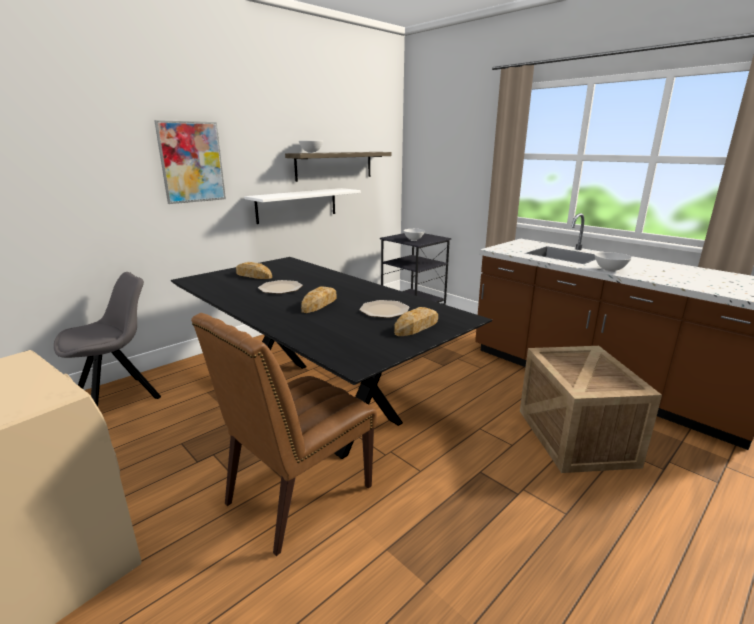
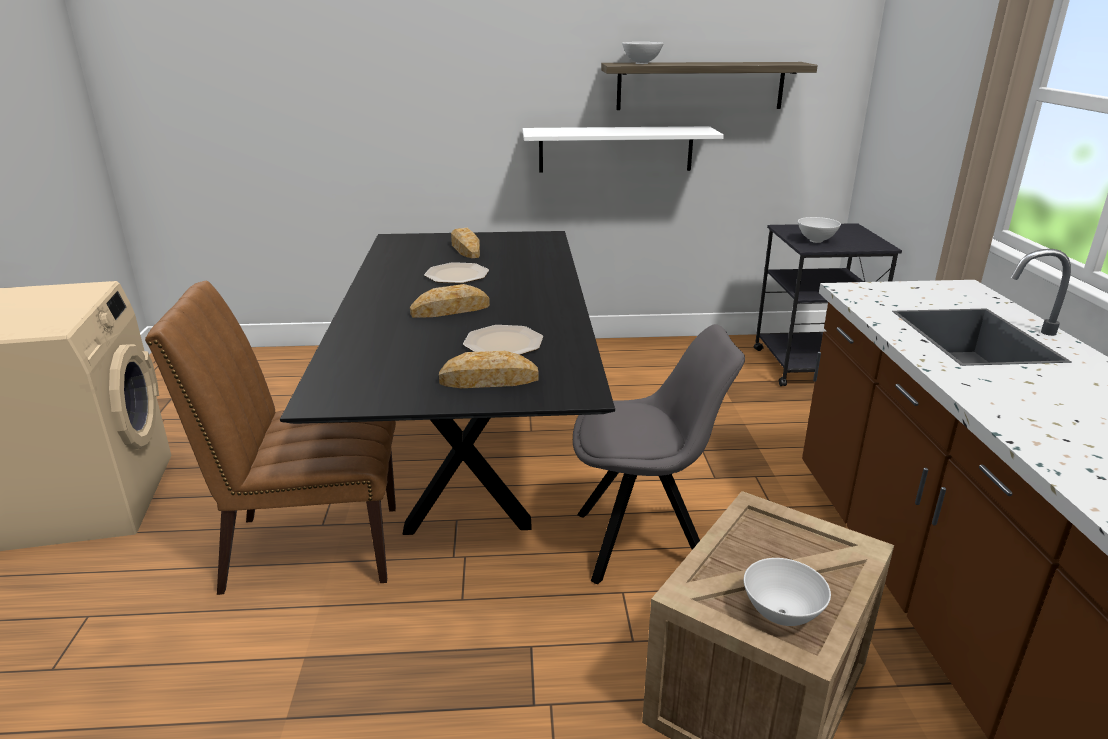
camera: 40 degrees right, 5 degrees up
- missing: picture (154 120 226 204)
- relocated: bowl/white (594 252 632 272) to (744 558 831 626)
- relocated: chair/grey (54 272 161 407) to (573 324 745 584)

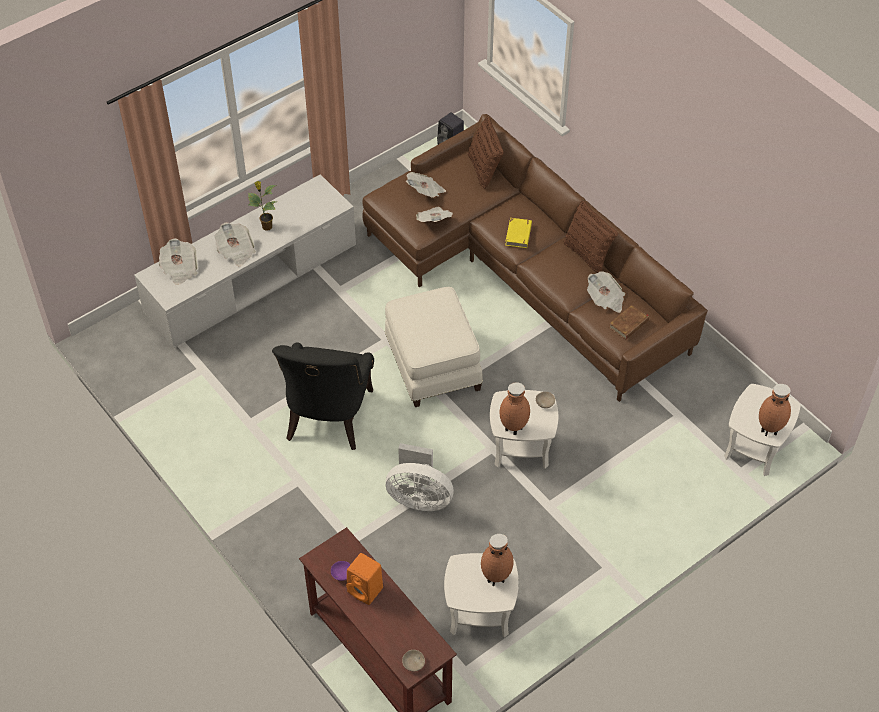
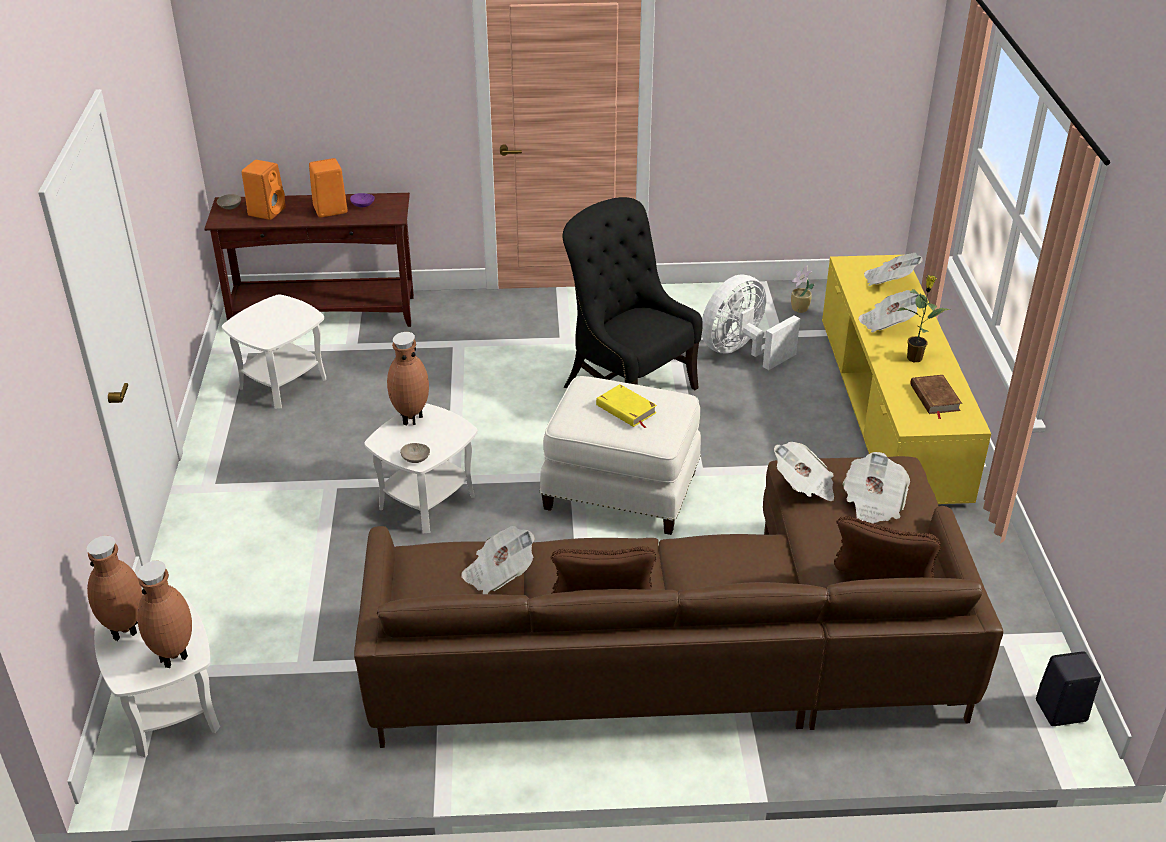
camera: 125 degrees right, 15 degrees down
- colour: tv stand/white (134 174 356 348) to tv stand/yellow (822 255 991 504)
- relocated: book/yellow (505 218 532 248) to (596 384 657 428)
- relocated: book/brown (609 305 649 340) to (910 375 962 419)
- relocated: fan/white (386 443 454 511) to (702 274 800 370)
- relocated: vase/brown (481 534 514 586) to (137 561 192 668)
- appeared: speaker/orange (241 160 286 220)
- appeared: potted plant (791 265 814 313)

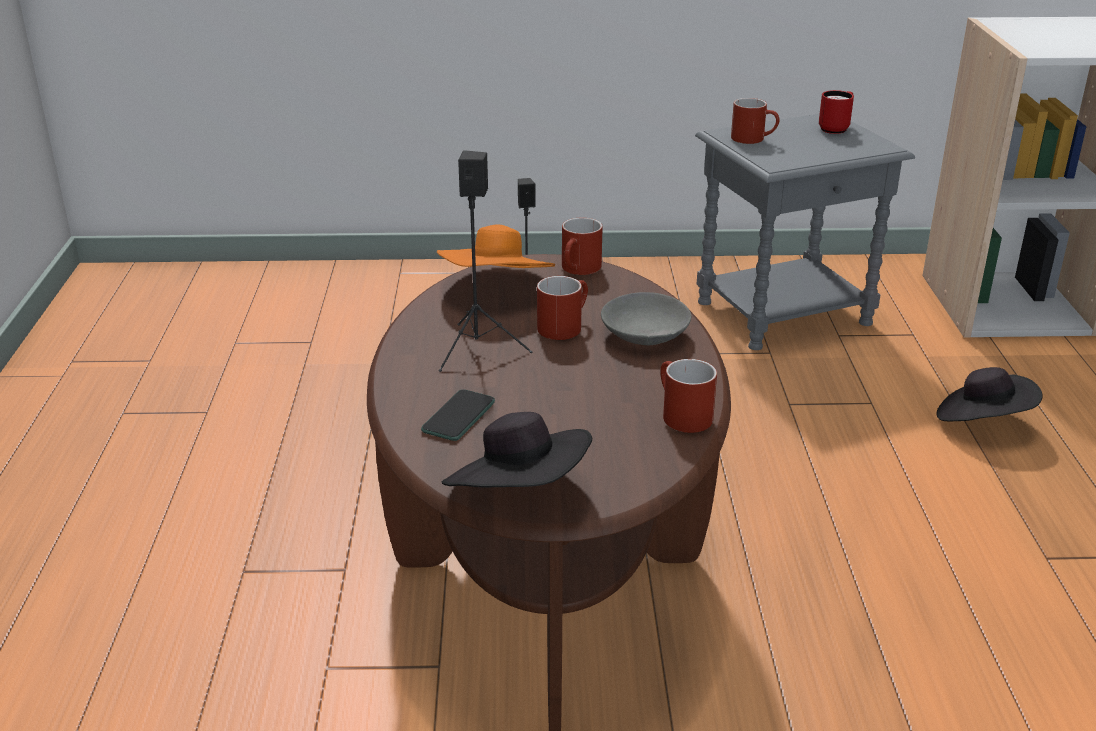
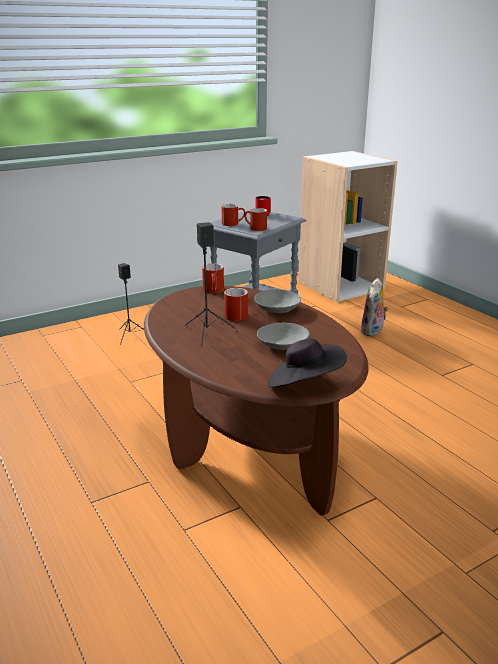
camera: 30 degrees left, 5 degrees down
- missing: hat/orange (437 224 555 268)
- relocated: mug/red (660 359 717 433) to (244 208 267 231)
- exchanged: hat/black (936 367 1043 421) to plush toy (361 278 388 337)
- missing: phone (421 389 495 441)
- appeared: bowl/grey (257 323 310 350)

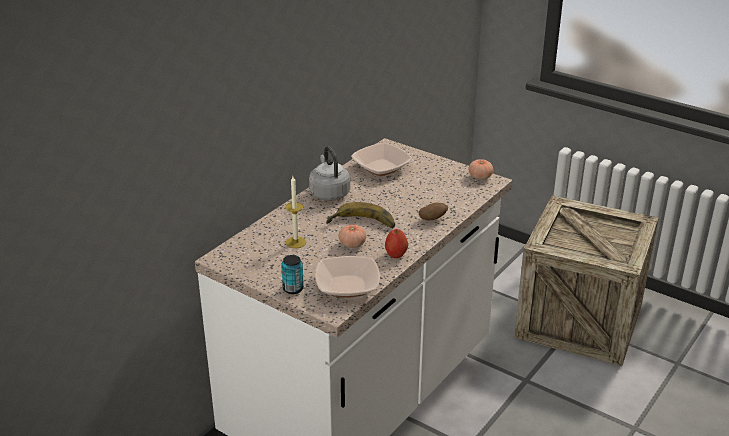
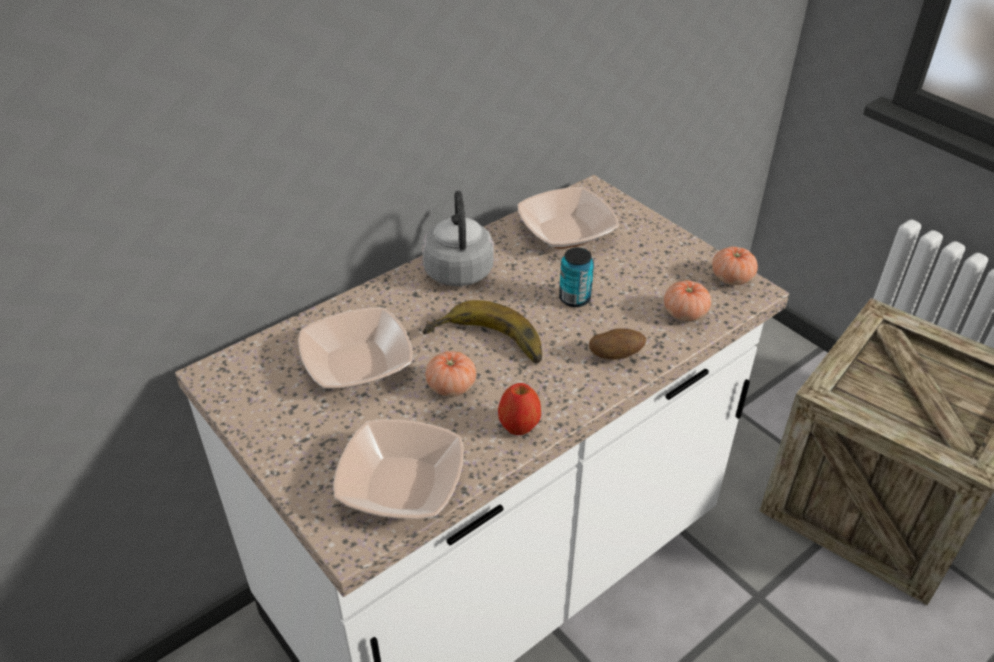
camera: 15 degrees right, 10 degrees up
- exchanged: candle (286 176 306 248) to bowl (298 307 413 388)
- relocated: can (281 255 304 294) to (559 247 594 307)
- appeared: tomato (664 280 711 321)

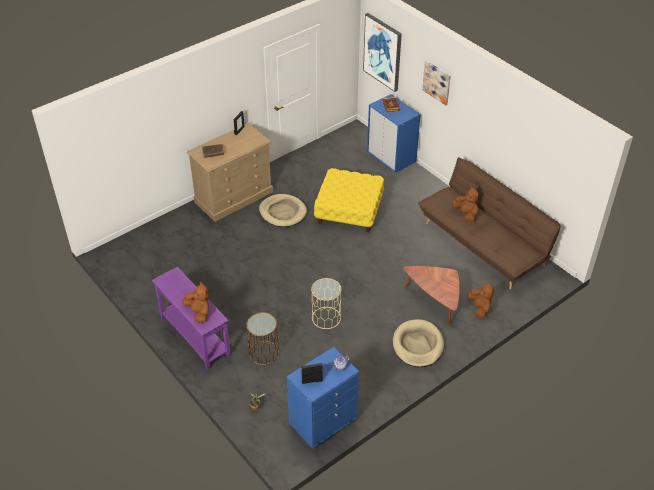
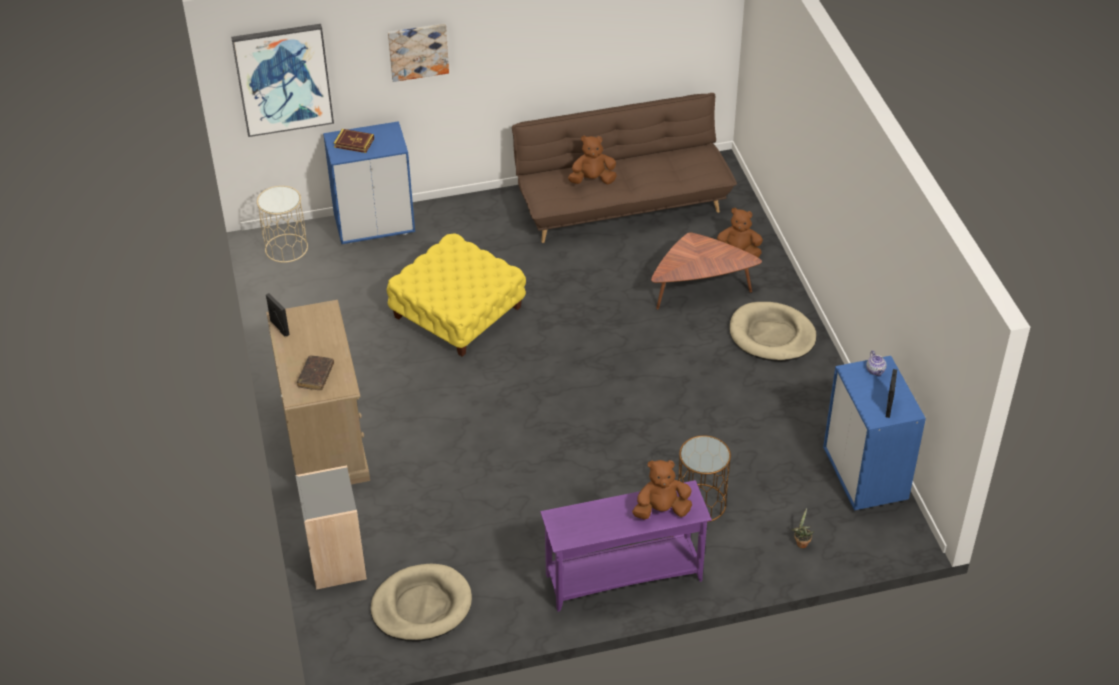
camera: 65 degrees left, 0 degrees up
- relocated: dog bed/beige (259 194 307 227) to (371 564 472 642)
- relocated: side table/beige (311 278 341 329) to (257 186 308 263)
- appeared: bookcase/grey (295 465 367 590)

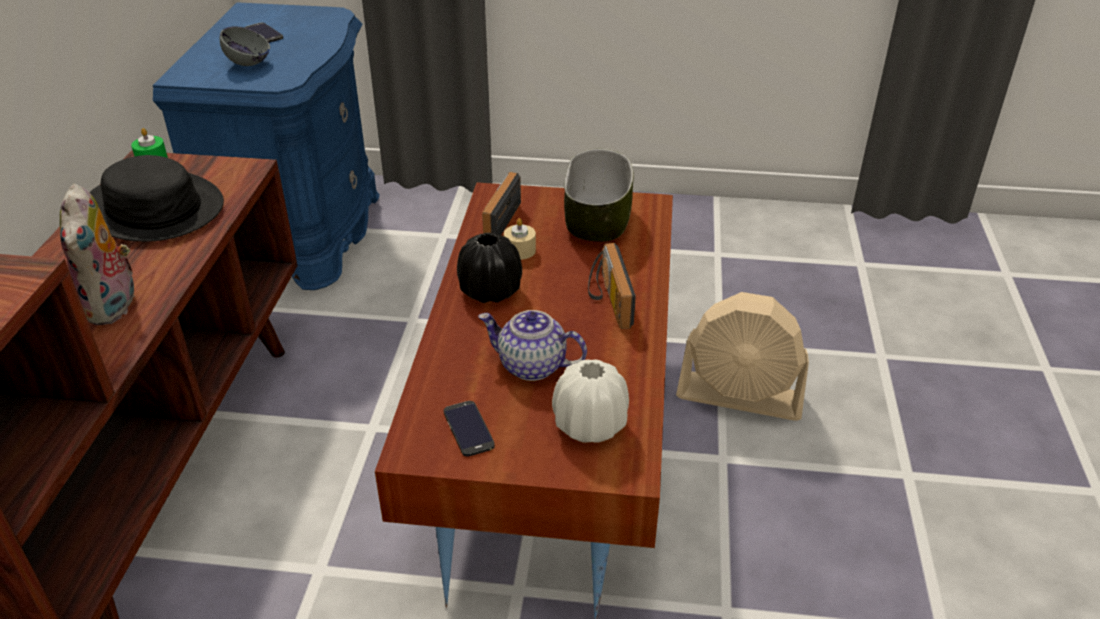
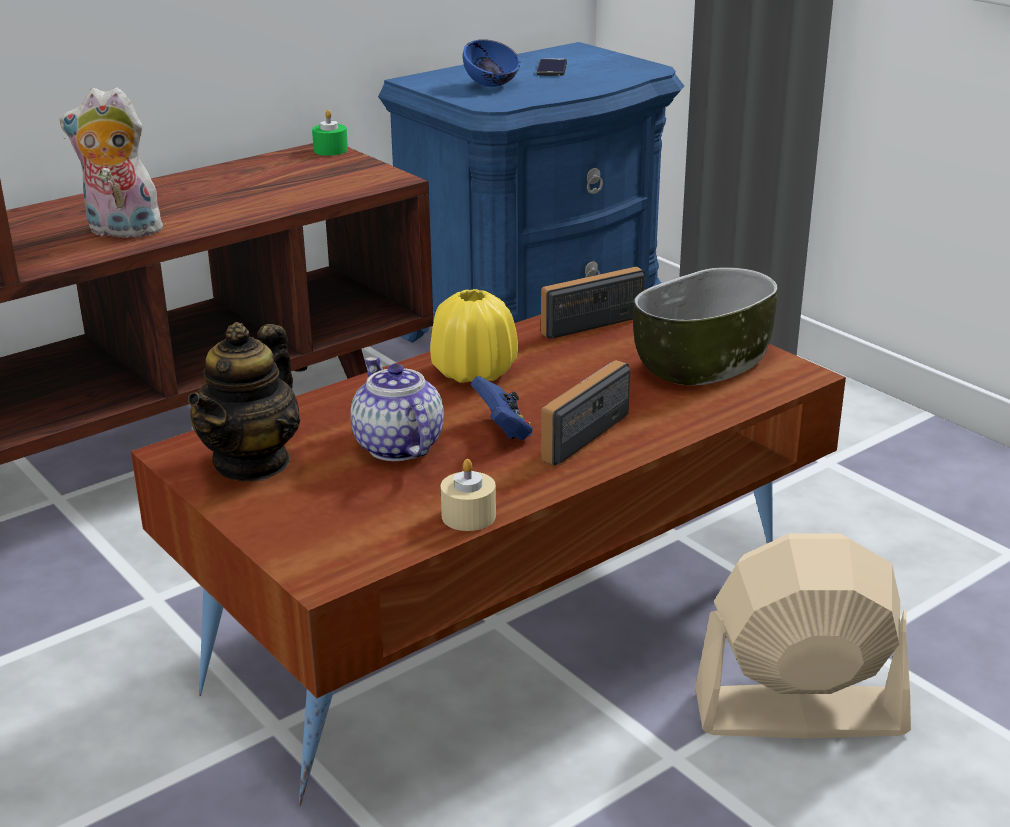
camera: 45 degrees right, 10 degrees down
- colour: bowl/grey (220 26 270 66) to bowl/blue (463 39 521 87)
- missing: hat/black (89 155 224 242)
- spun: plush toy (60 183 140 325) = (60 87 166 238) 60 degrees clockwise
- relocated: candle/beige (504 218 536 260) to (441 459 496 531)
- colour: vase/black (457 233 522 303) to vase/yellow (430 289 518 383)
- spun: fan/beige (676 292 809 421) = (695 534 911 739) 120 degrees clockwise
- missing: vase/white (552 360 629 443)
- exchanged: phone (444 401 495 456) to teapot (188 322 300 482)
- appeared: game controller/blue (471 376 533 440)

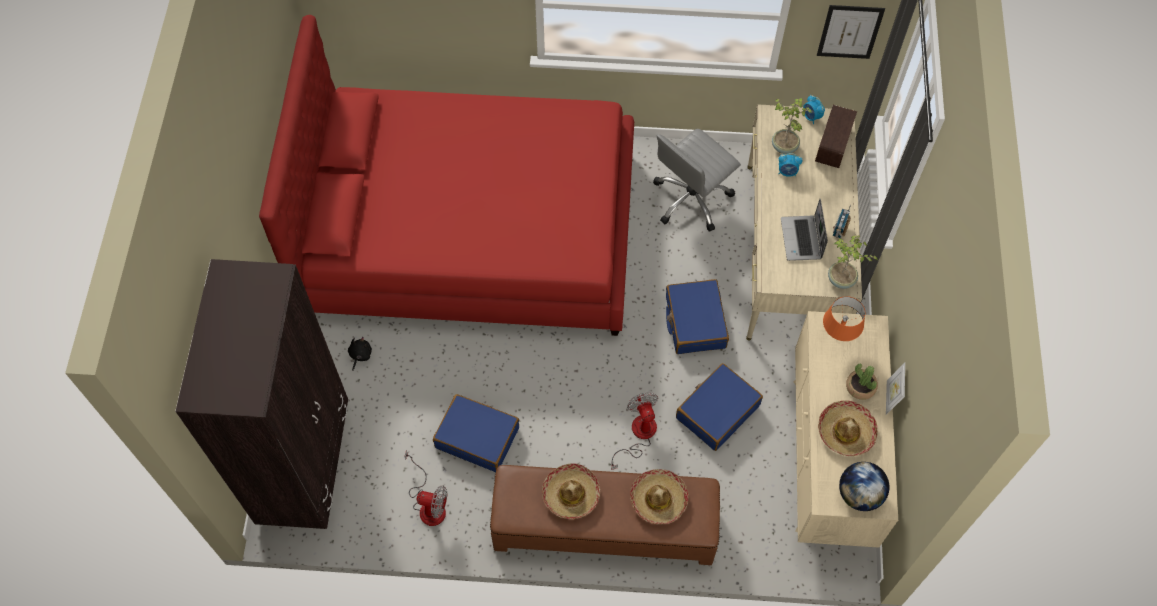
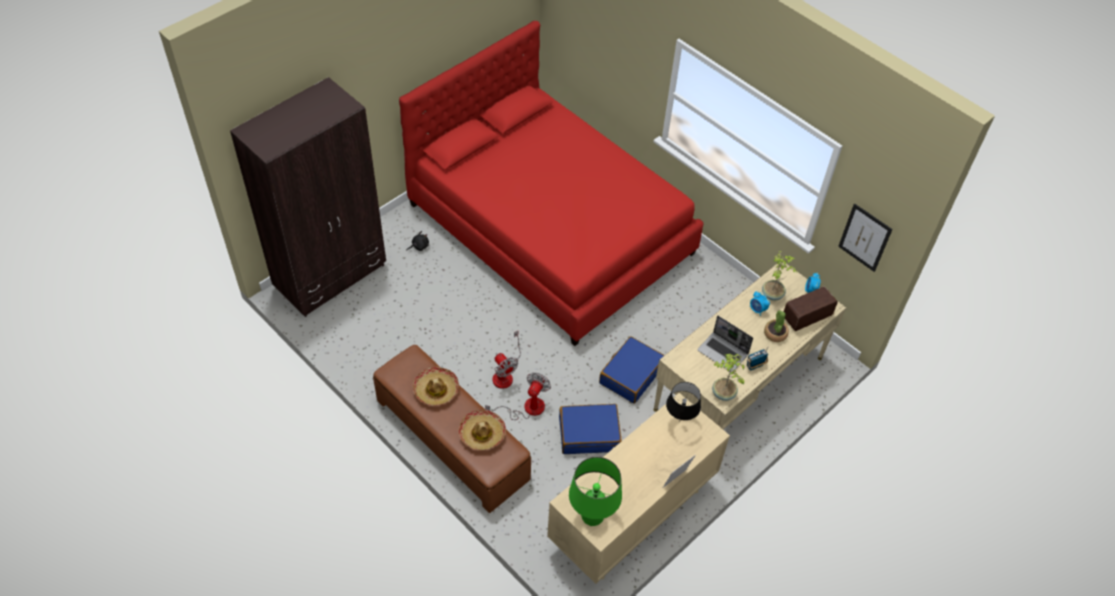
camera: 40 degrees right, 10 degrees down
- missing: office chair/grey (653 129 741 232)
- spun: laptop (781 199 828 261) = (697 316 753 372) 90 degrees counterclockwise
- colour: table lamp/orange (823 296 865 341) to table lamp/black (666 382 701 420)
- relocated: potted plant (846 364 878 400) to (764 310 789 342)
- missing: suitcase/blue (433 394 519 472)
- missing: hat (818 401 878 456)
- relocated: fan (404 450 447 526) to (493 331 521 389)
- exchanged: globe (839 462 890 511) to table lamp/green (569 457 622 526)

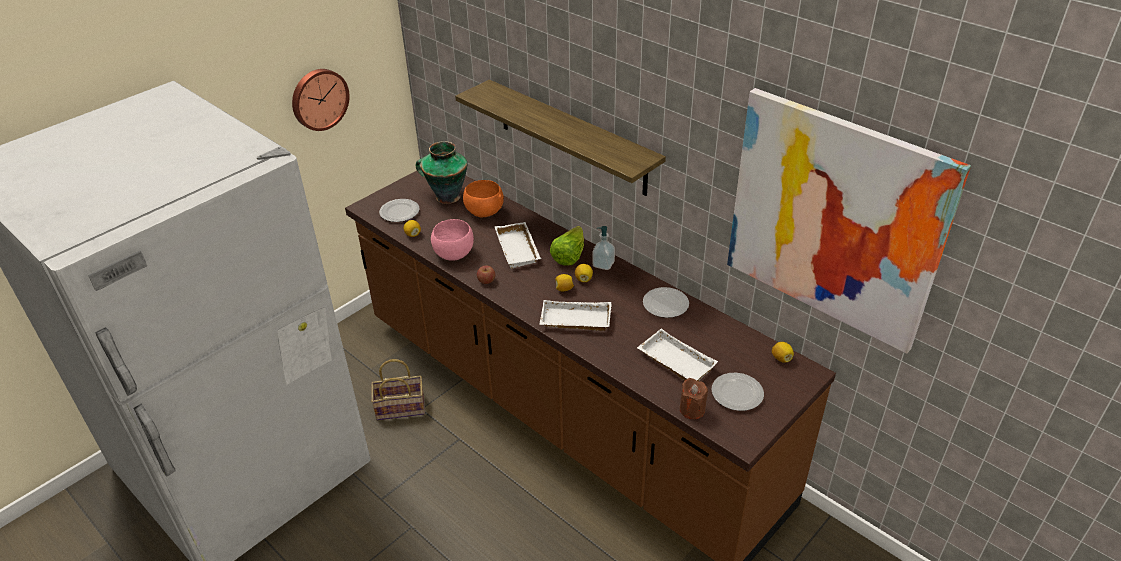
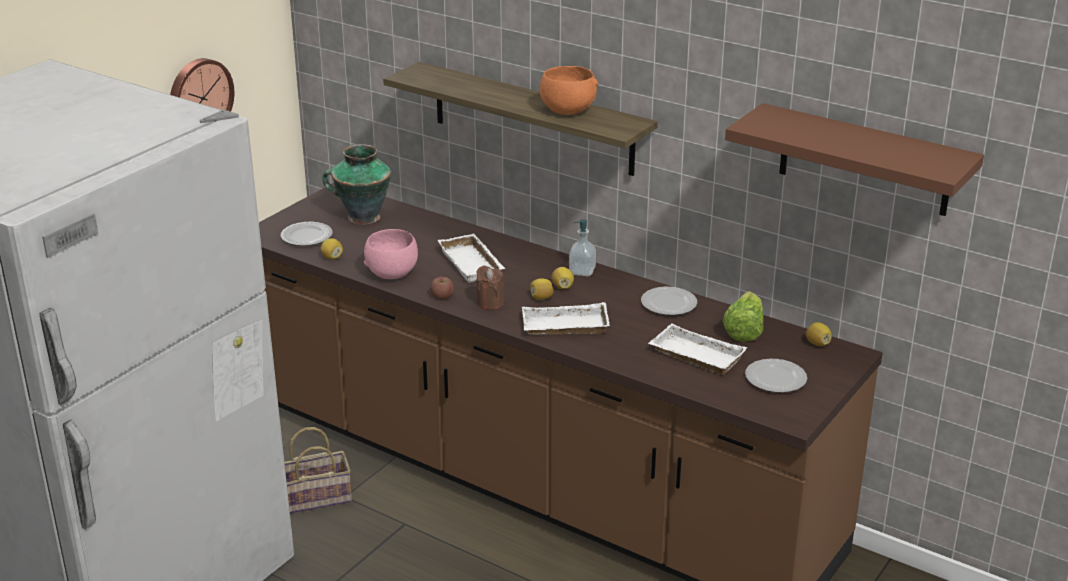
camera: 10 degrees left, 10 degrees down
- exchanged: picture (727 88 971 354) to shelf/brown (725 103 984 216)
- relocated: bowl/orange (463 180 504 217) to (540 66 598 115)
- relocated: lettuce (550 226 584 266) to (723 291 763 342)
- relocated: candle/brown (680 378 708 419) to (476 266 504 310)

